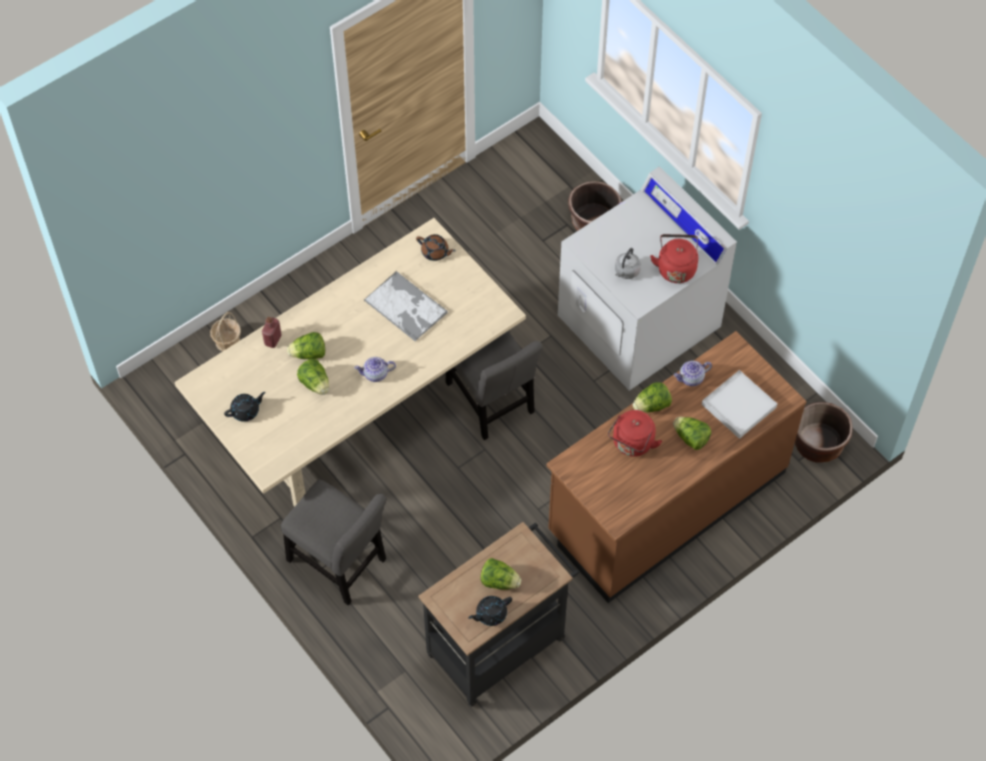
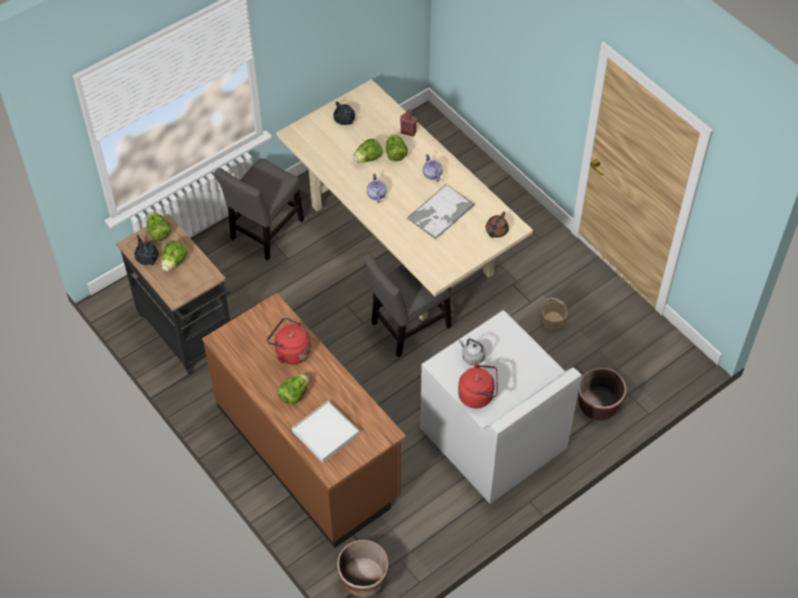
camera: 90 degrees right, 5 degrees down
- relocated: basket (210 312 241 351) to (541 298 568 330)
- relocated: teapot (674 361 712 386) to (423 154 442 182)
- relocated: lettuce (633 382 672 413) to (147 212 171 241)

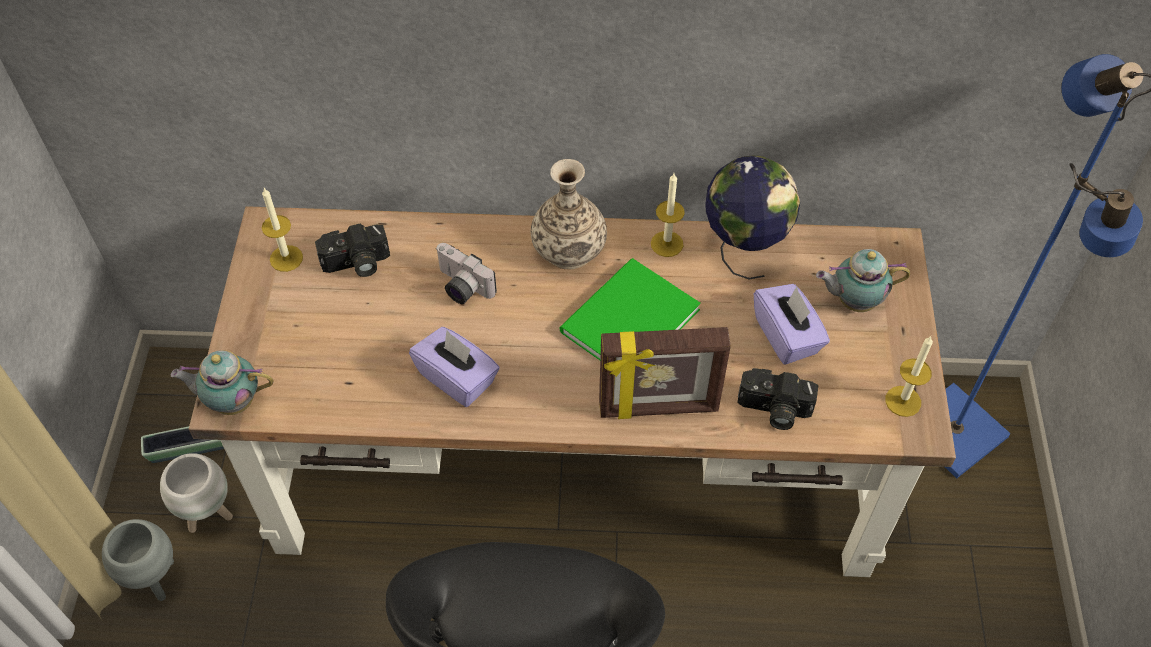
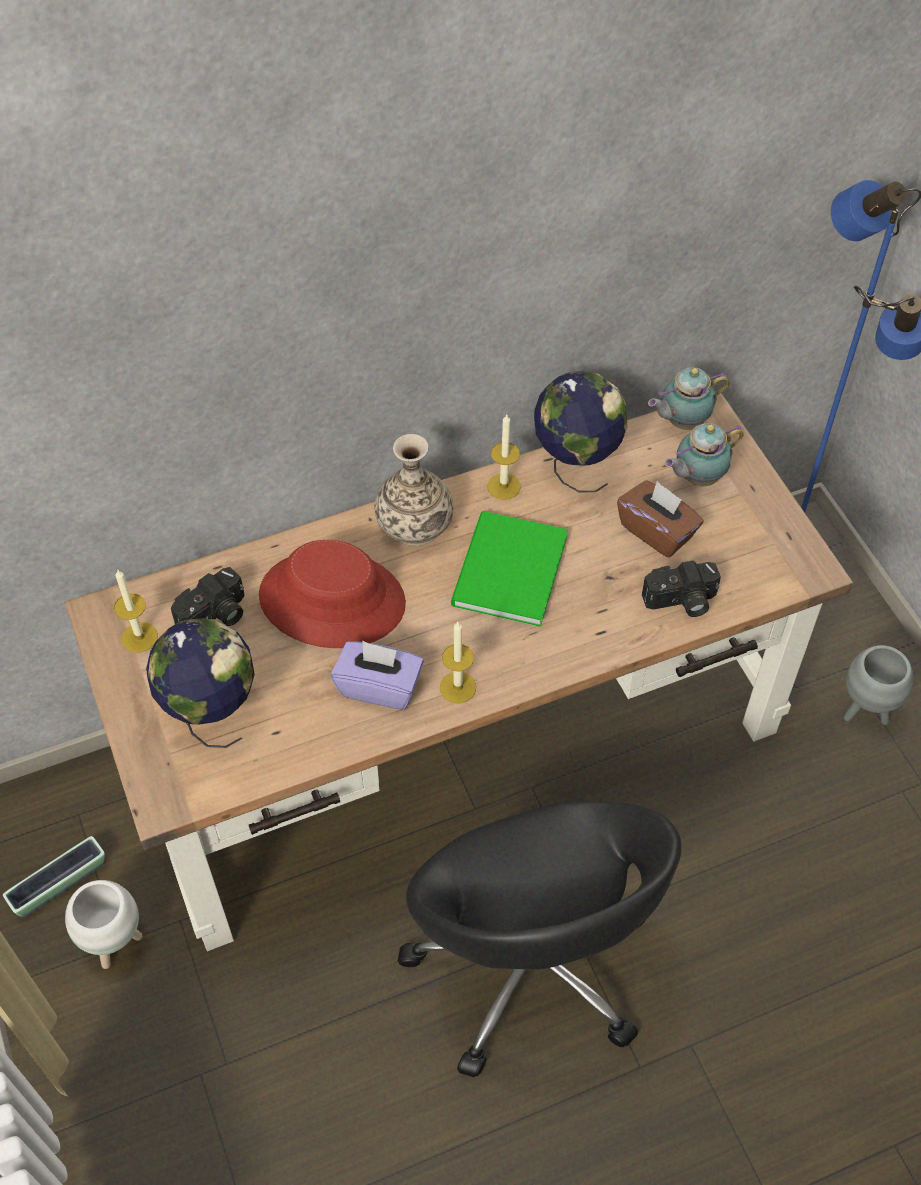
camera: 25 degrees left, 0 degrees up
- exchanged: photo camera (437 243 497 304) to hat/red (259 540 406 648)
- colour: tissue box/purple (754 284 830 365) to tissue box/brown (617 480 704 558)
- missing: picture frame (599 327 731 419)
- relocated: candle (885 336 933 417) to (440 622 476 703)
- relocated: teapot (171 350 274 415) to (648 367 729 430)
- relocated: planter/grey (102 519 174 601) to (844 645 913 725)
- appeared: globe (146 619 255 748)

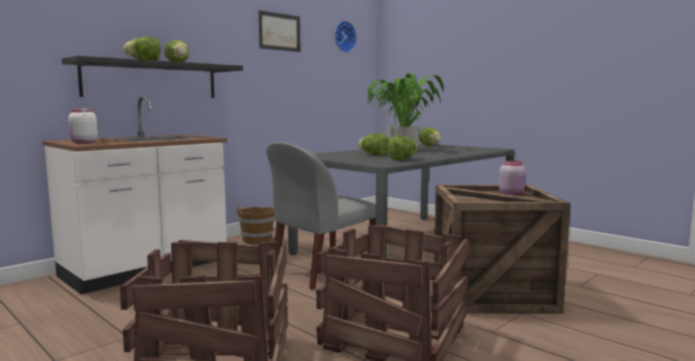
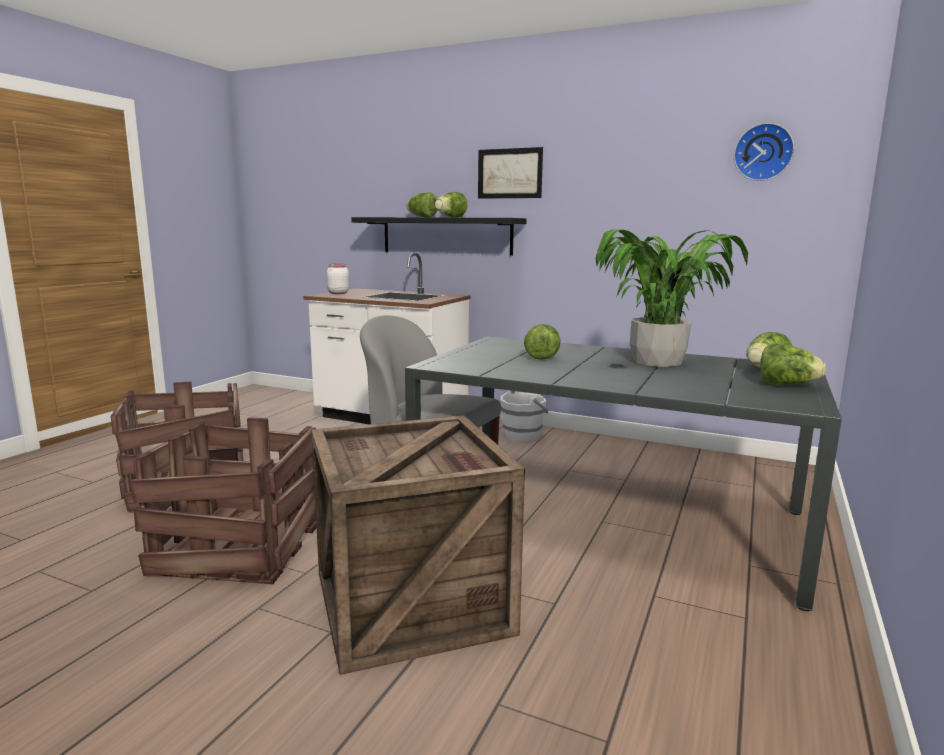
camera: 70 degrees right, 5 degrees up
- relocated: picture (259 10 300 52) to (478 147 543 199)
- relocated: lettuce (387 136 418 161) to (760 344 826 385)
- missing: jar/pink (499 160 526 196)
- colour: bucket/brown (236 205 275 245) to bucket/white (500 390 548 441)

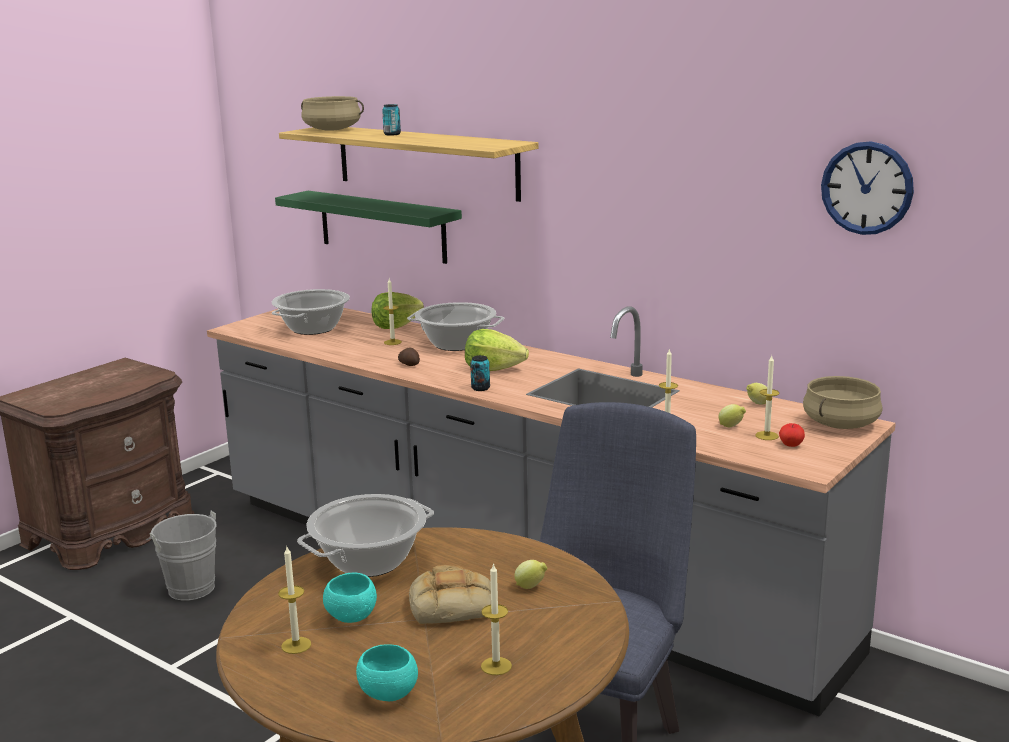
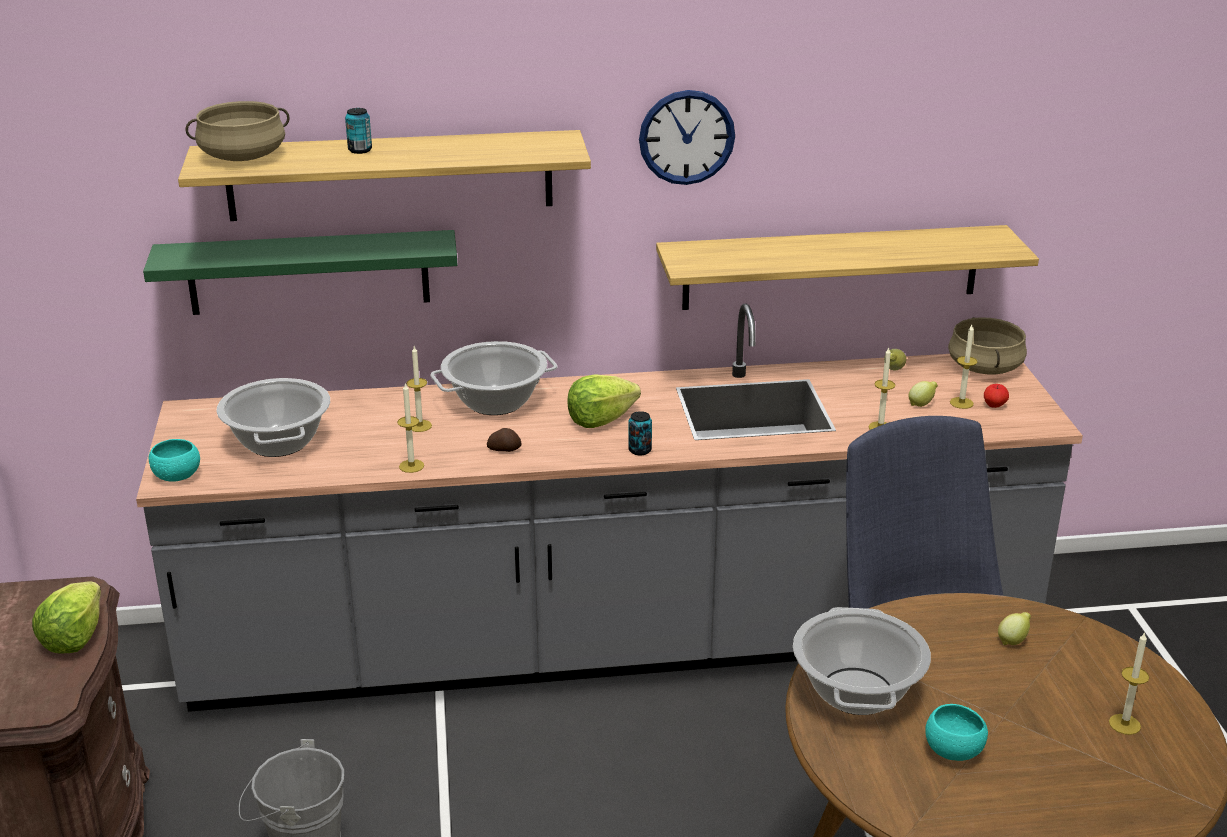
camera: 45 degrees left, 10 degrees up
- relocated: wall clock (821 141 914 235) to (639 90 735 185)
- relocated: lettuce (372 292 424 329) to (32 581 101 653)
- relocated: candle (278 547 311 654) to (397 383 424 473)
- missing: bread (409 565 491 624)
- relocated: bowl/turquoise (356 644 418 701) to (149 439 200 482)
- appeared: shelf (656 225 1039 310)

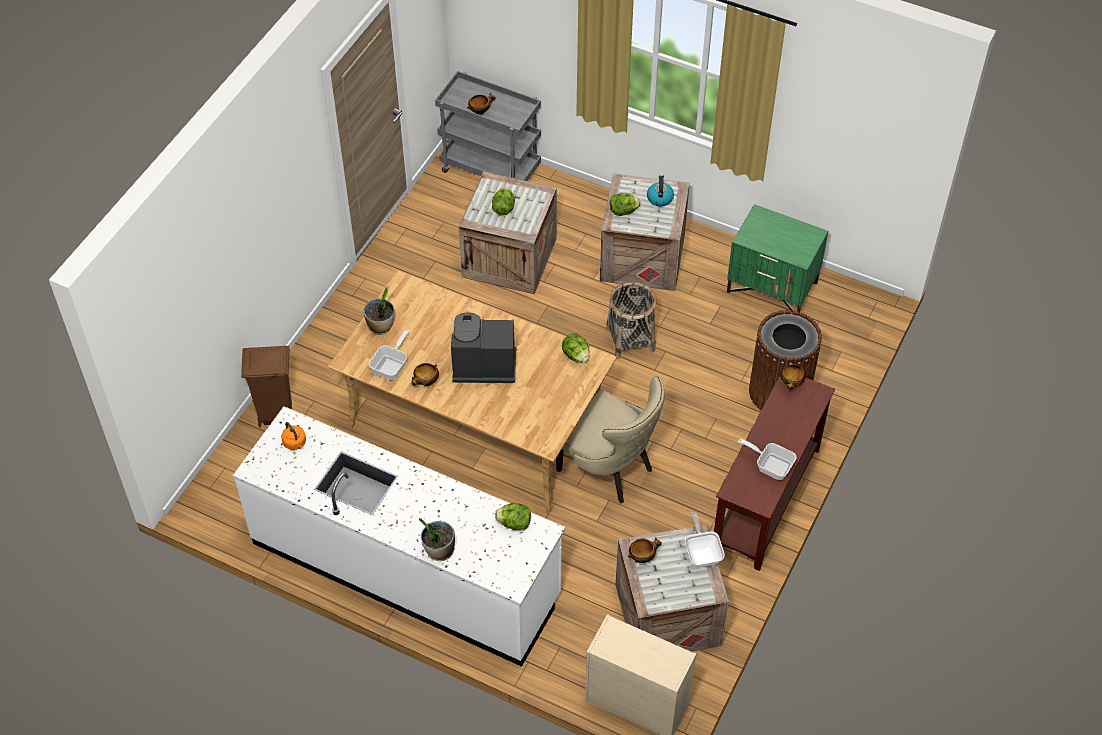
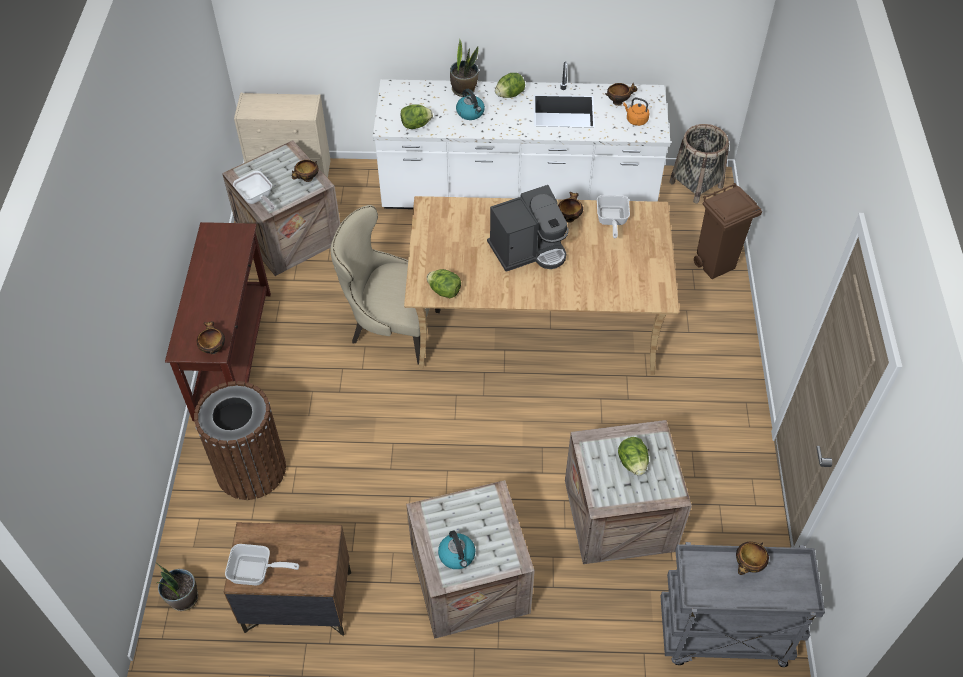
camera: 155 degrees right, 0 degrees up
- relocated: lettuce (610 193 640 216) to (495 73 525 98)
- colour: nightstand/green (727 204 828 315) to nightstand/brown (224 522 351 636)
- relocated: basket (606 281 656 359) to (670 124 729 204)
- relocated: potted plant (363 286 395 335) to (156 562 198 611)
- relocated: frying pan (738 439 797 480) to (225 544 299 586)
- appeared: bowl (605 83 638 106)
- appeared: kettle (456 89 485 120)

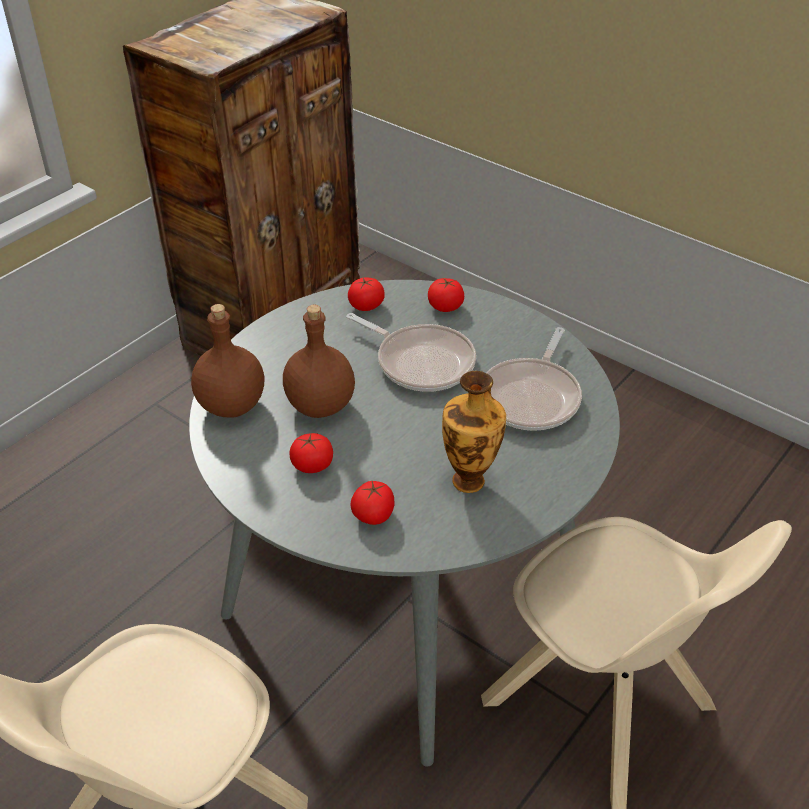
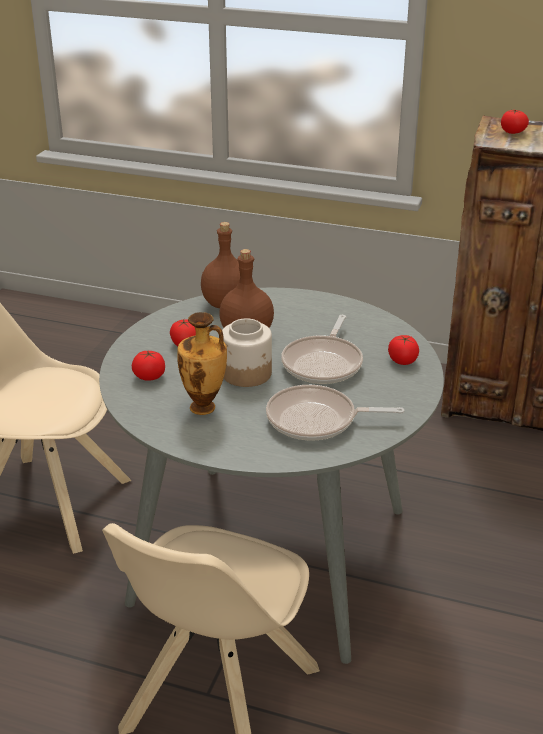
camera: 70 degrees right, 10 degrees down
- relocated: tomato (348 277 385 311) to (501 110 529 134)
- appeared: jar (222 318 272 387)

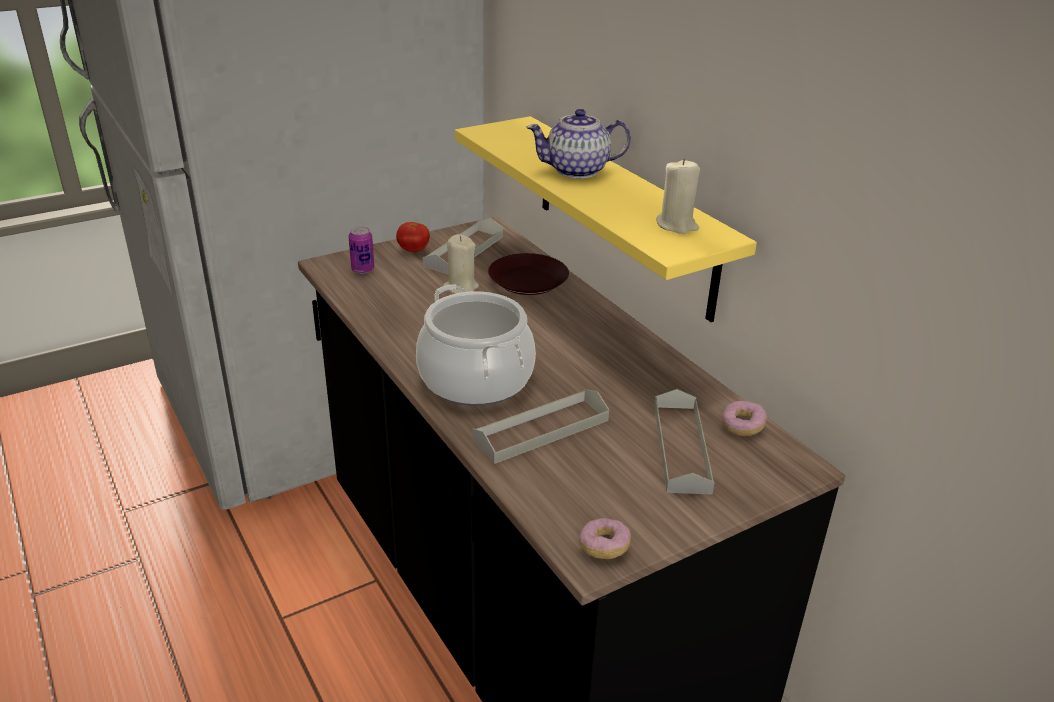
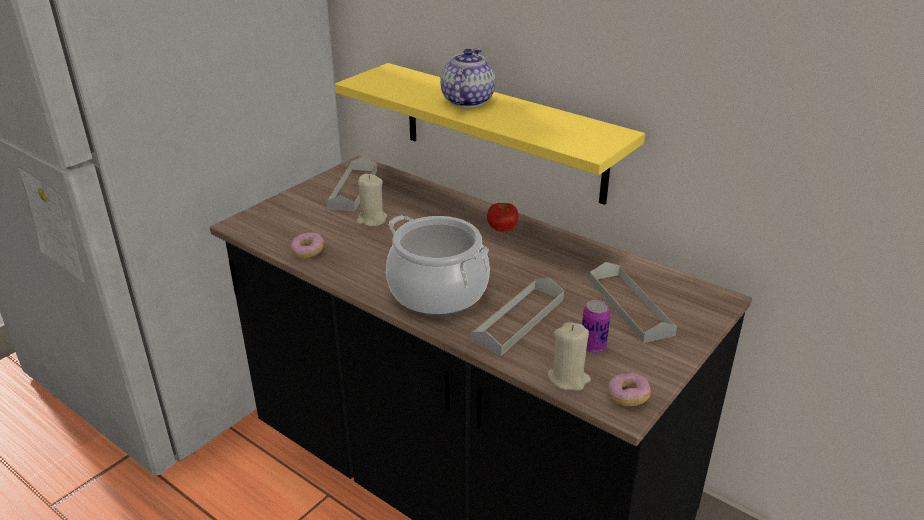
camera: 20 degrees left, 0 degrees up
- spun: teapot (526 109 631 179) = (440 48 495 108) 135 degrees clockwise
- relocated: candle/beige (656 158 700 234) to (547 322 591 391)
- relocated: tomato (396 222 430 252) to (487 203 519 232)
- relocated: can (349 226 374 274) to (582 300 611 353)
- missing: plate/brown (488 253 569 295)
- relocated: donut (722 401 767 436) to (291 233 324 258)

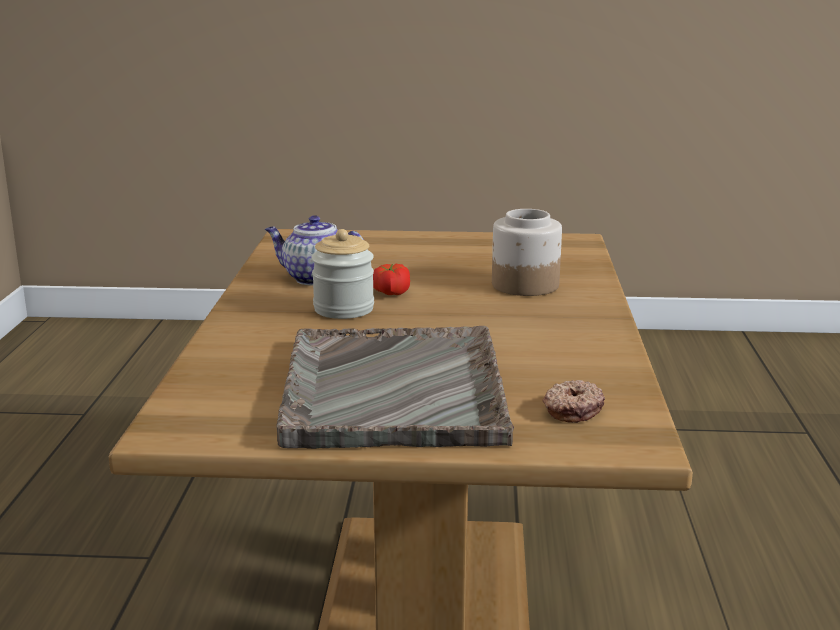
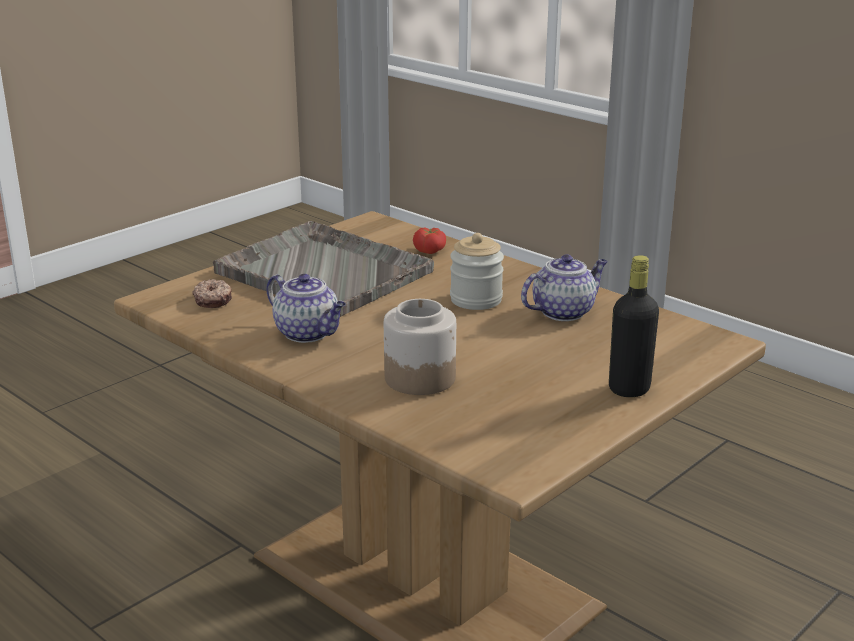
camera: 130 degrees right, 5 degrees up
- relocated: tomato (373 264 410 295) to (413 228 446 254)
- appeared: bottle/black (609 255 659 397)
- appeared: teapot (266 274 346 343)

